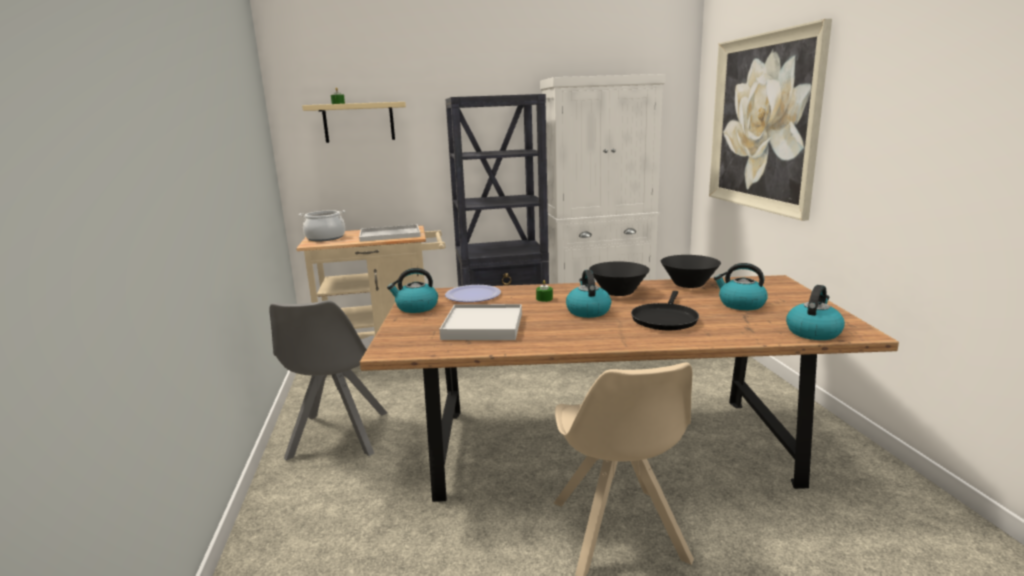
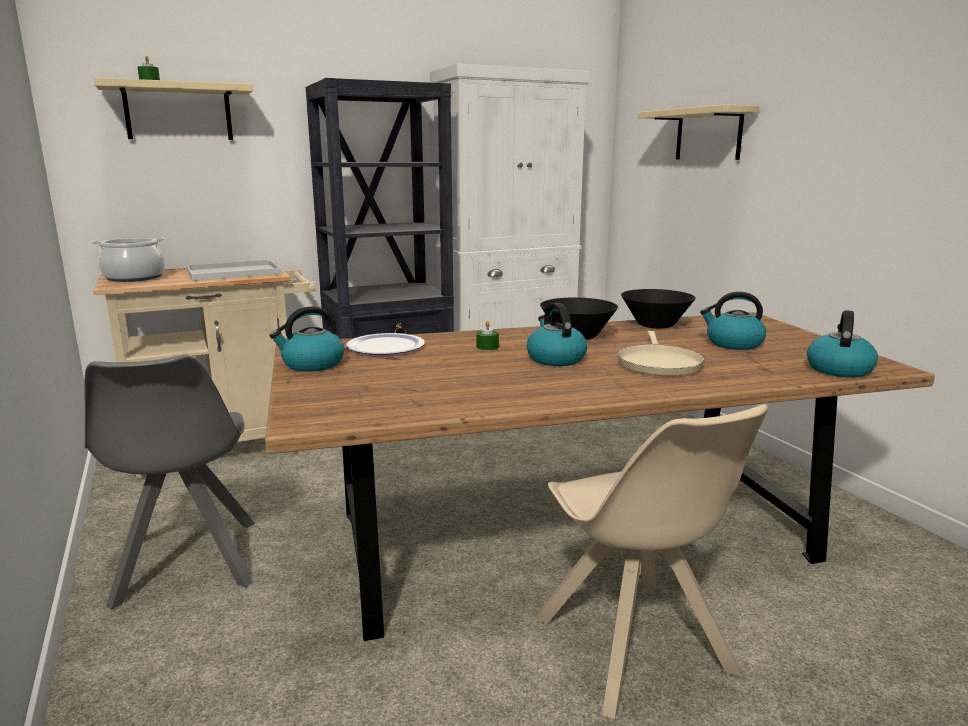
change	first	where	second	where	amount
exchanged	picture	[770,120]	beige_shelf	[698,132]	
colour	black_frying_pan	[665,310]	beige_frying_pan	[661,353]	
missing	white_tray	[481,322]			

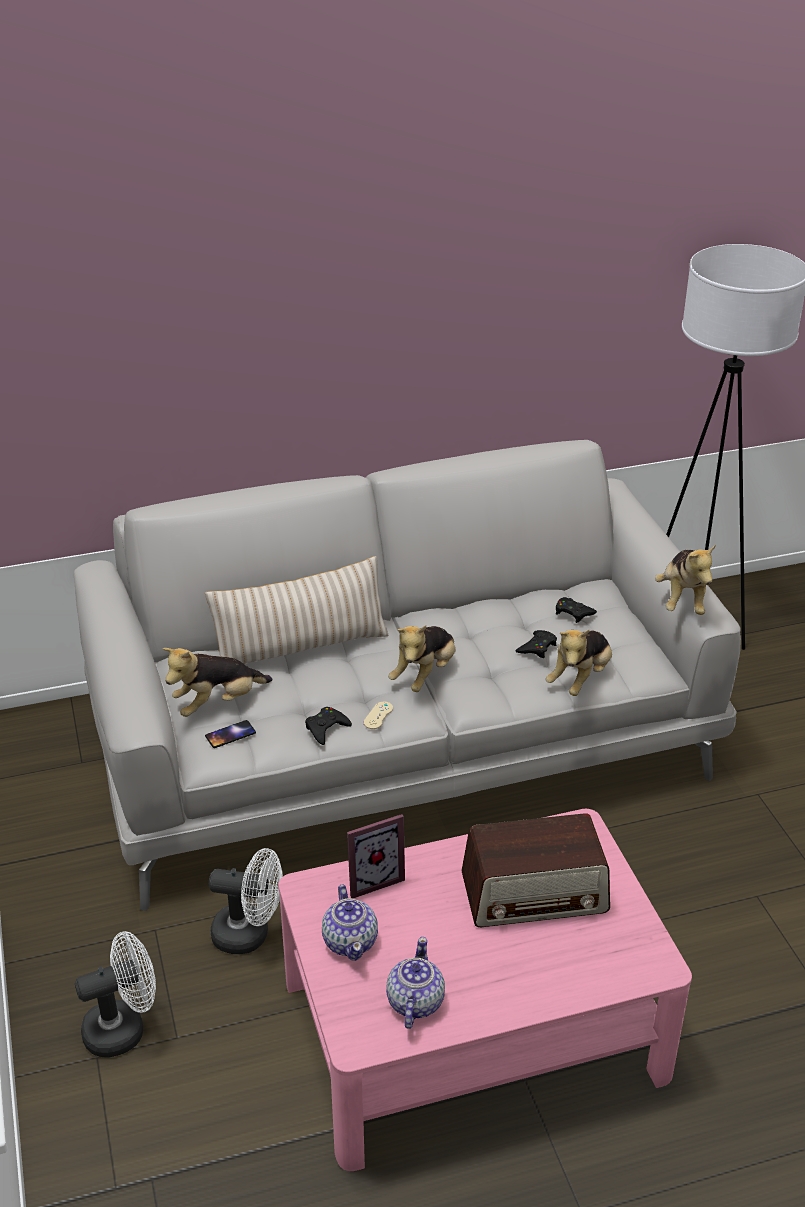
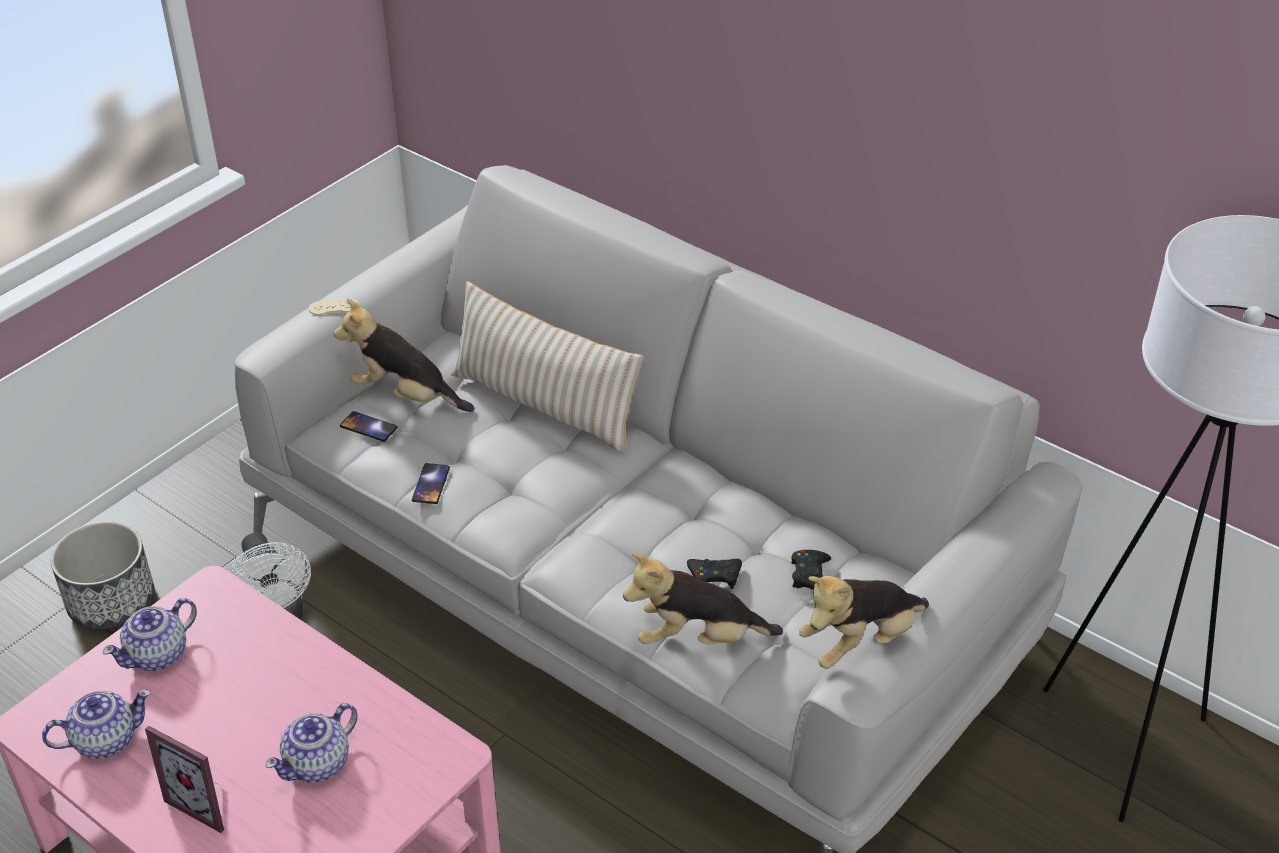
change	first	where	second	where	amount
missing	plush_toy	[422,658]			
relocated	beige_game_controller	[378,715]		[333,306]	
exchanged	black_game_controller	[328,726]	phone	[431,483]	
exchanged	radio	[535,870]	teapot	[311,742]	
relocated	picture_frame	[376,856]		[184,779]	
exchanged	white_fan	[115,994]	planter	[103,575]	

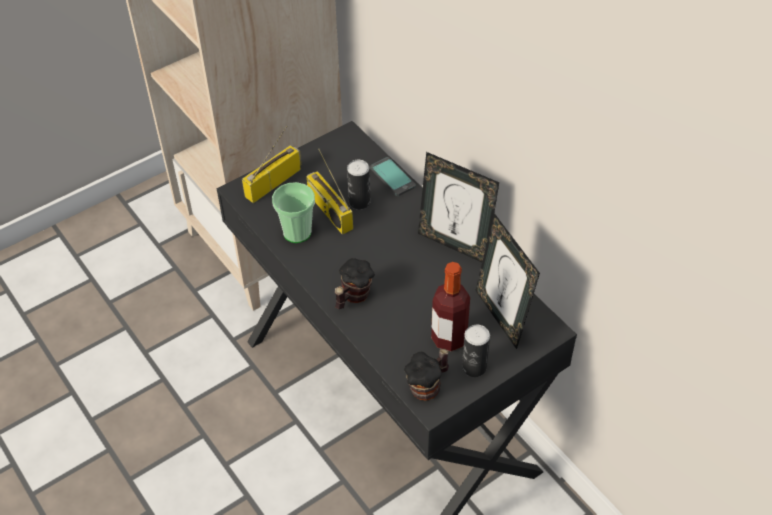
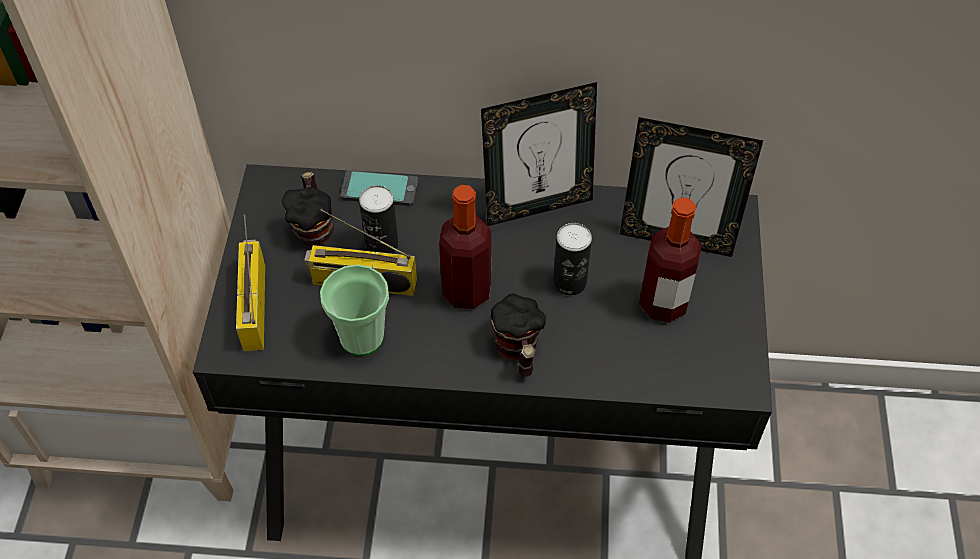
change	first	where	second	where	amount
relocated	can	[476,350]		[572,259]	
relocated	mug	[426,375]		[308,209]	
appeared			bottle	[465,247]	

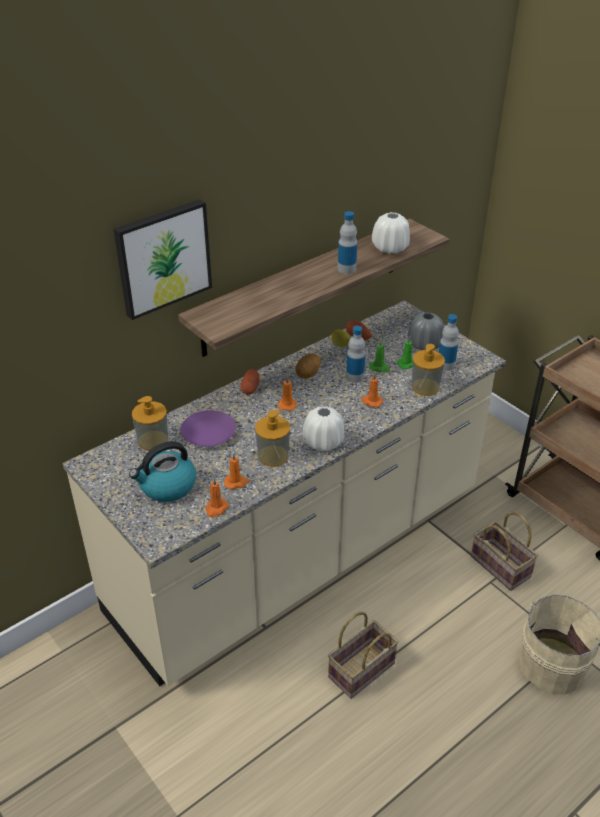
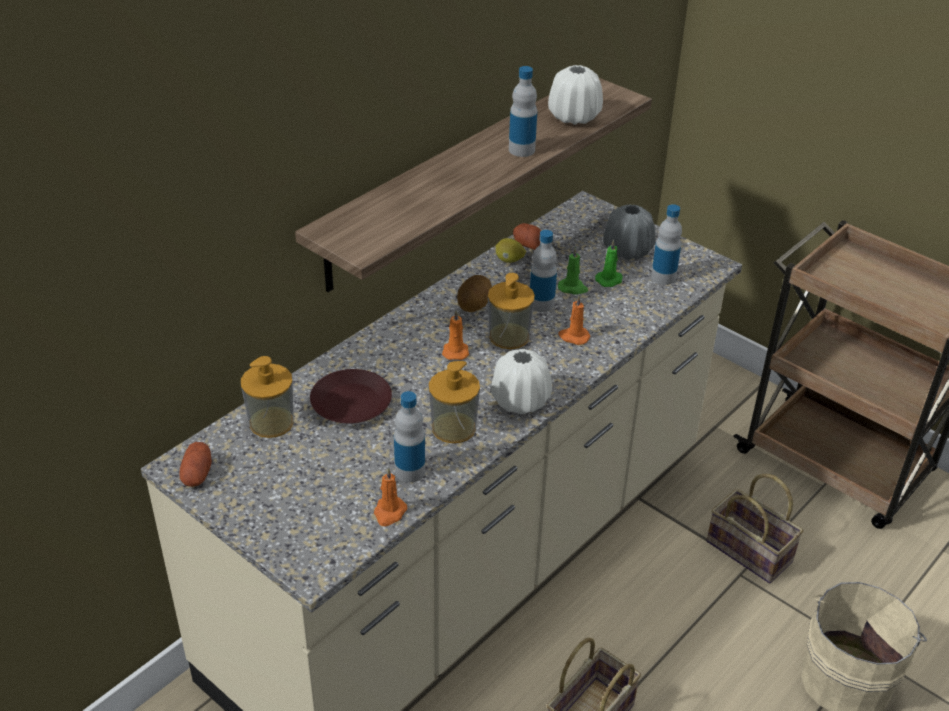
change	first	where	second	where	amount
missing	picture	[163,259]			
relocated	soap_dispenser	[428,370]		[511,311]	
relocated	potato	[250,381]		[195,464]	
colour	purple_plate	[208,428]	brown_plate	[351,396]	
missing	kettle	[162,471]			
exchanged	orange_candle	[236,471]	bottle	[409,436]	

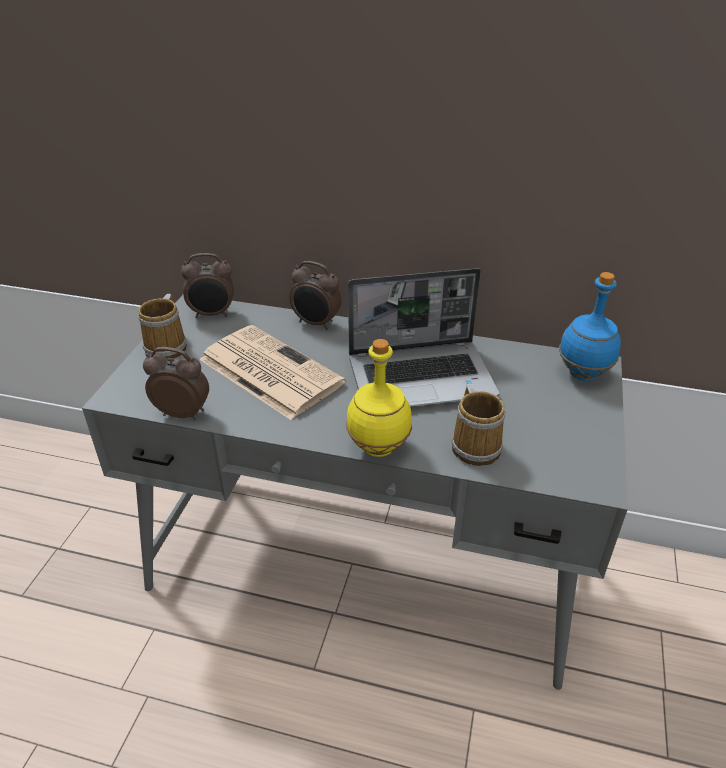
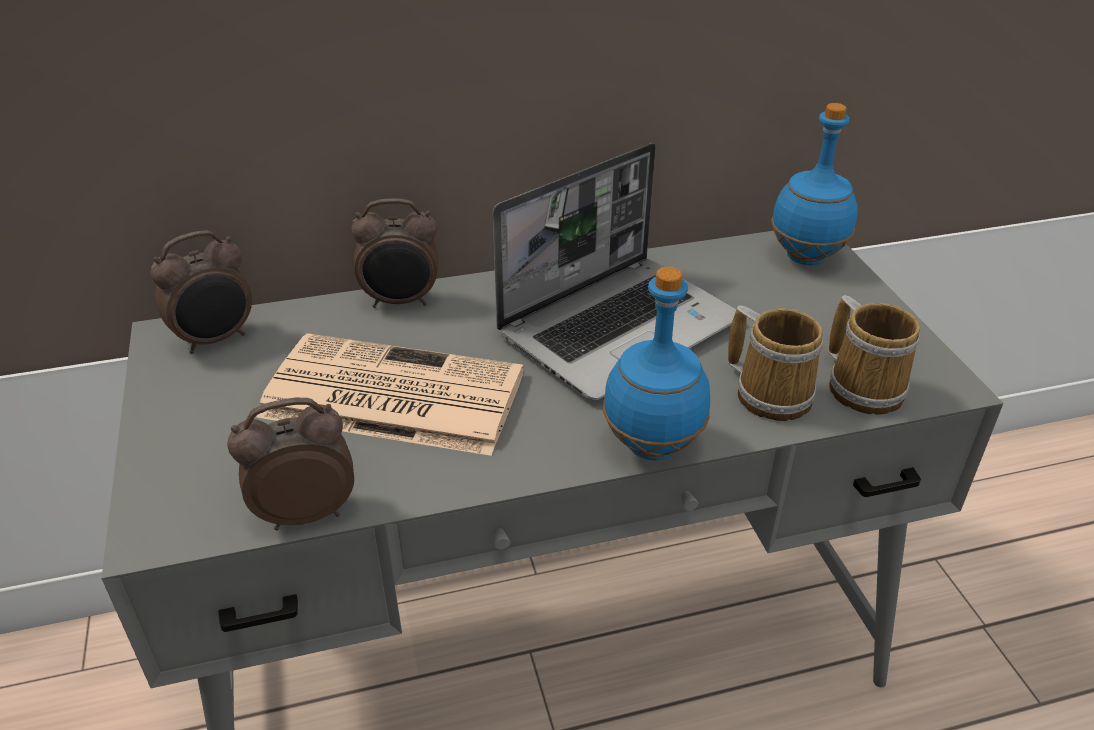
change	first	where	second	where	amount
relocated	mug	[162,326]		[874,355]	
colour	yellow_bottle	[379,398]	blue_bottle	[656,363]	

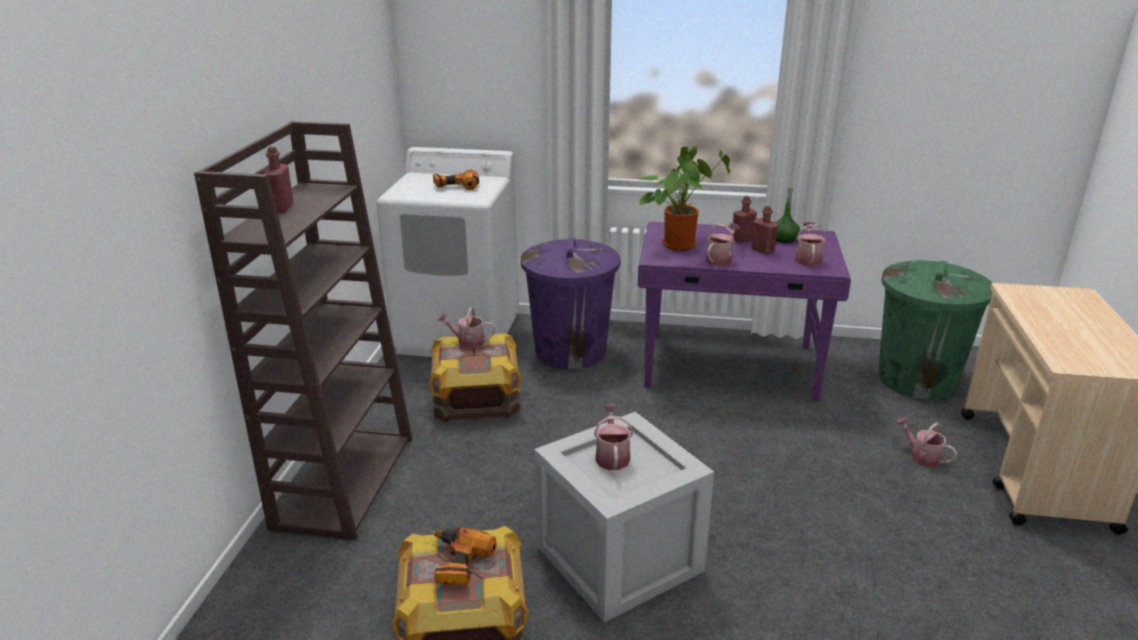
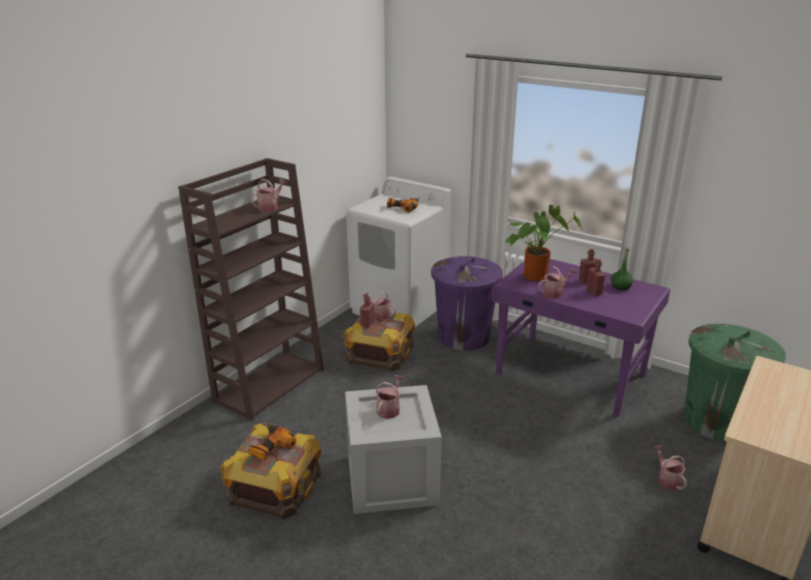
change	first	where	second	where	amount
relocated	red_bottle	[278,179]		[367,311]	
relocated	watering_can	[811,244]		[269,195]	

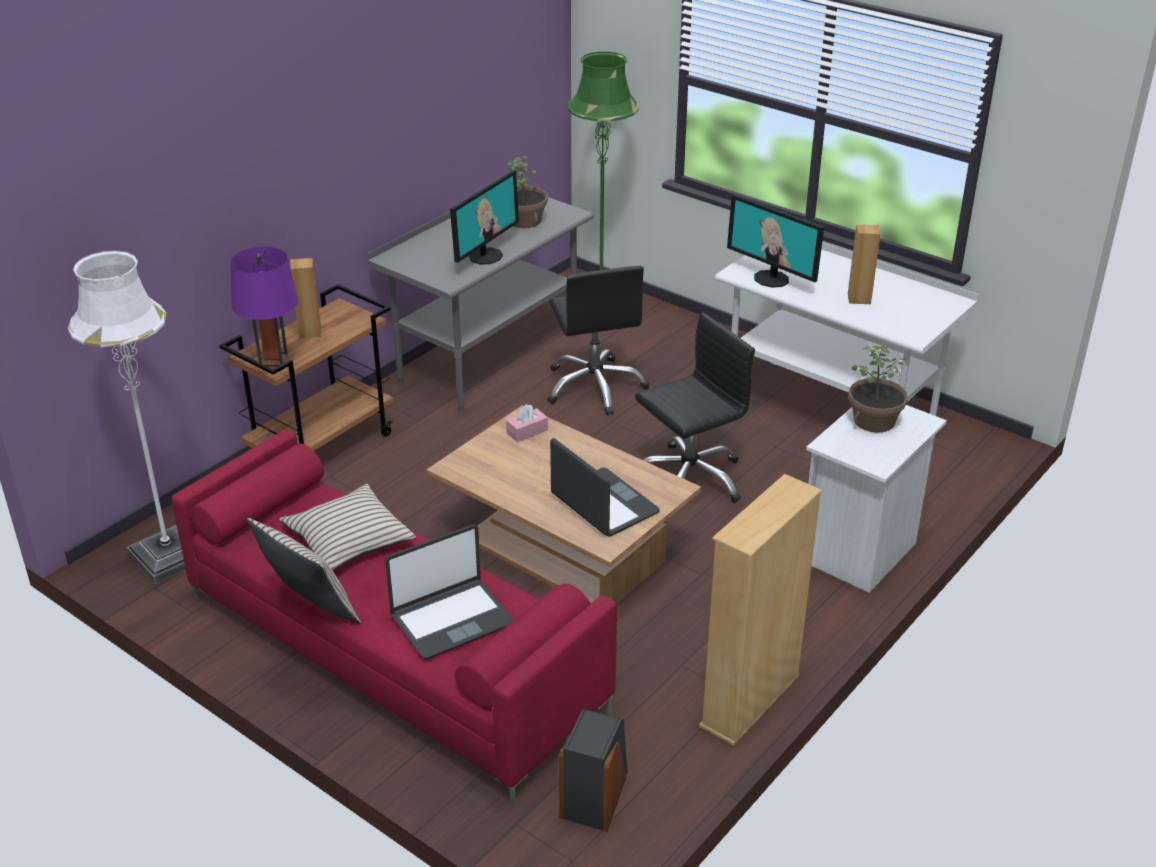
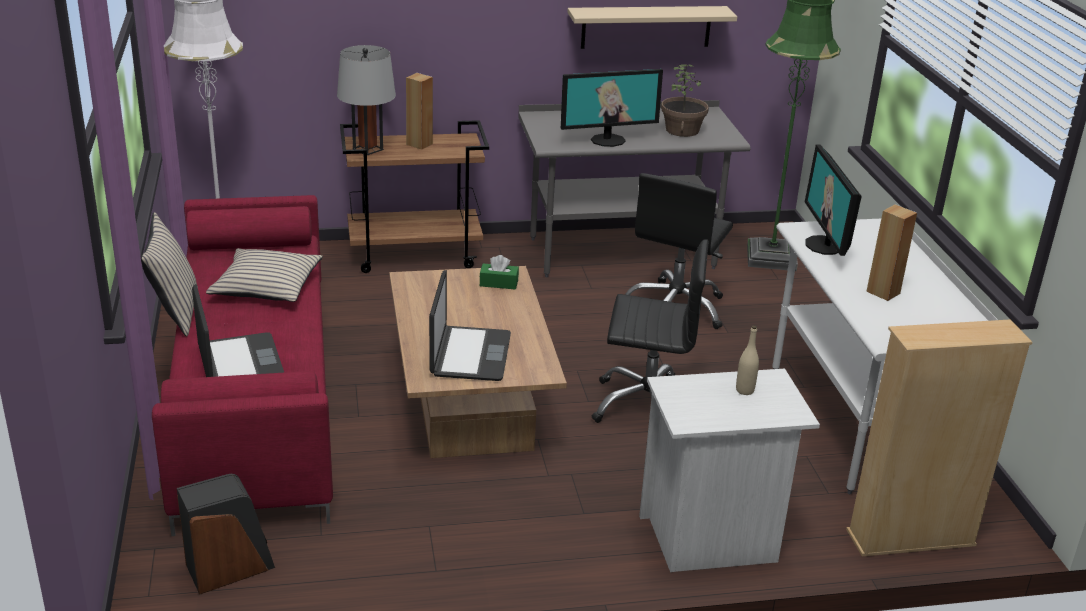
change	first	where	second	where	amount
colour	purple_table_lamp	[264,306]	grey_table_lamp	[366,100]	
exchanged	potted_plant	[878,389]	beige_bottle	[747,360]	
colour	pink_tissue_box	[527,423]	green_tissue_box	[499,272]	
relocated	beige_bookcase	[760,610]		[939,438]	
spun	laptop	[449,592]		[238,330]	120 degrees counterclockwise
appeared			beige_shelf	[652,27]	

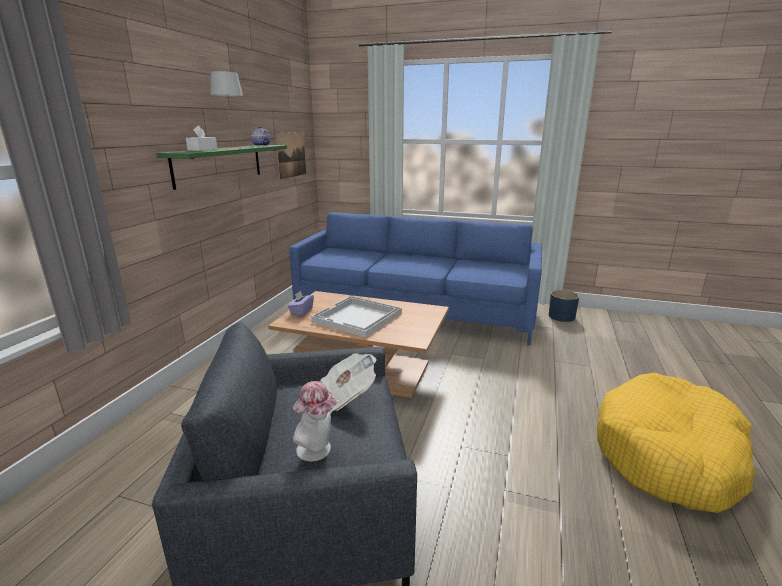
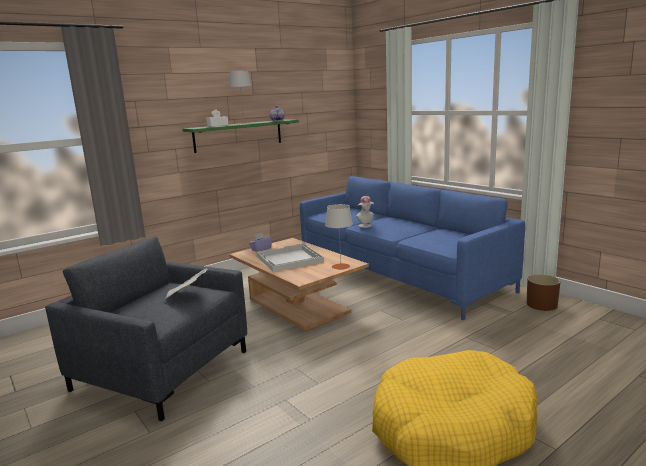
change	first	where	second	where	amount
missing	picture	[290,156]			
colour	blue_planter	[564,306]	brown_planter	[544,292]	
relocated	hat	[316,421]		[365,212]	
appeared			grey_table_lamp	[339,237]	

